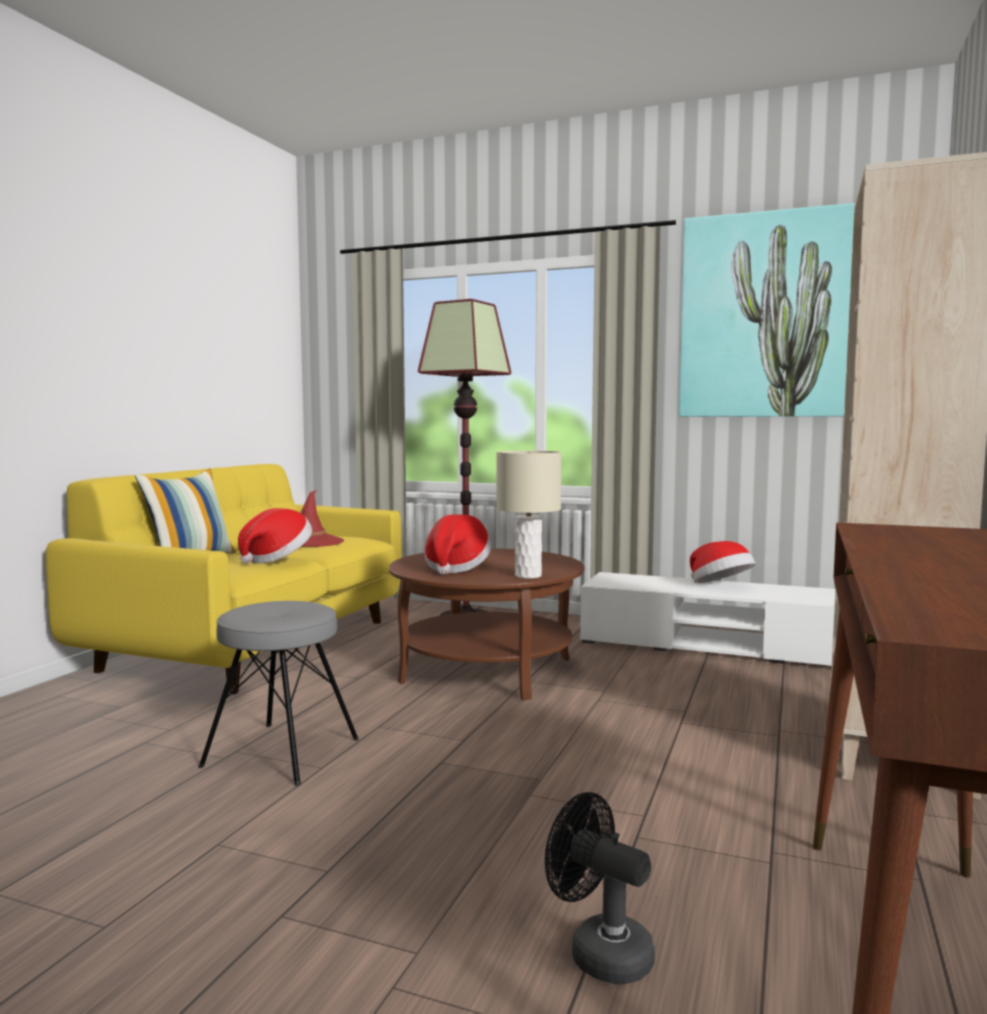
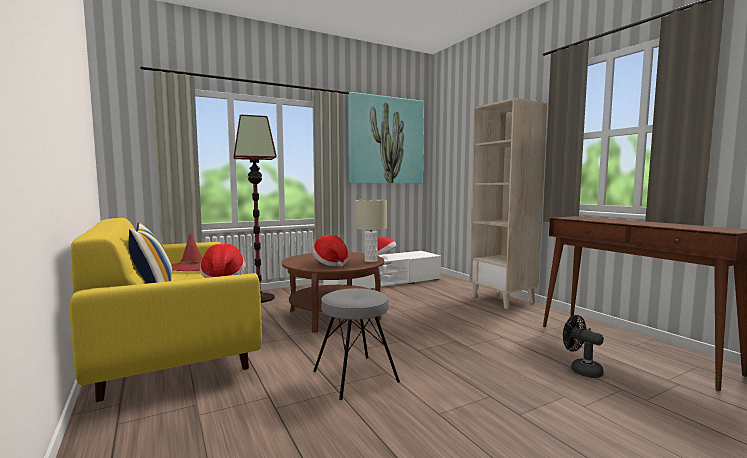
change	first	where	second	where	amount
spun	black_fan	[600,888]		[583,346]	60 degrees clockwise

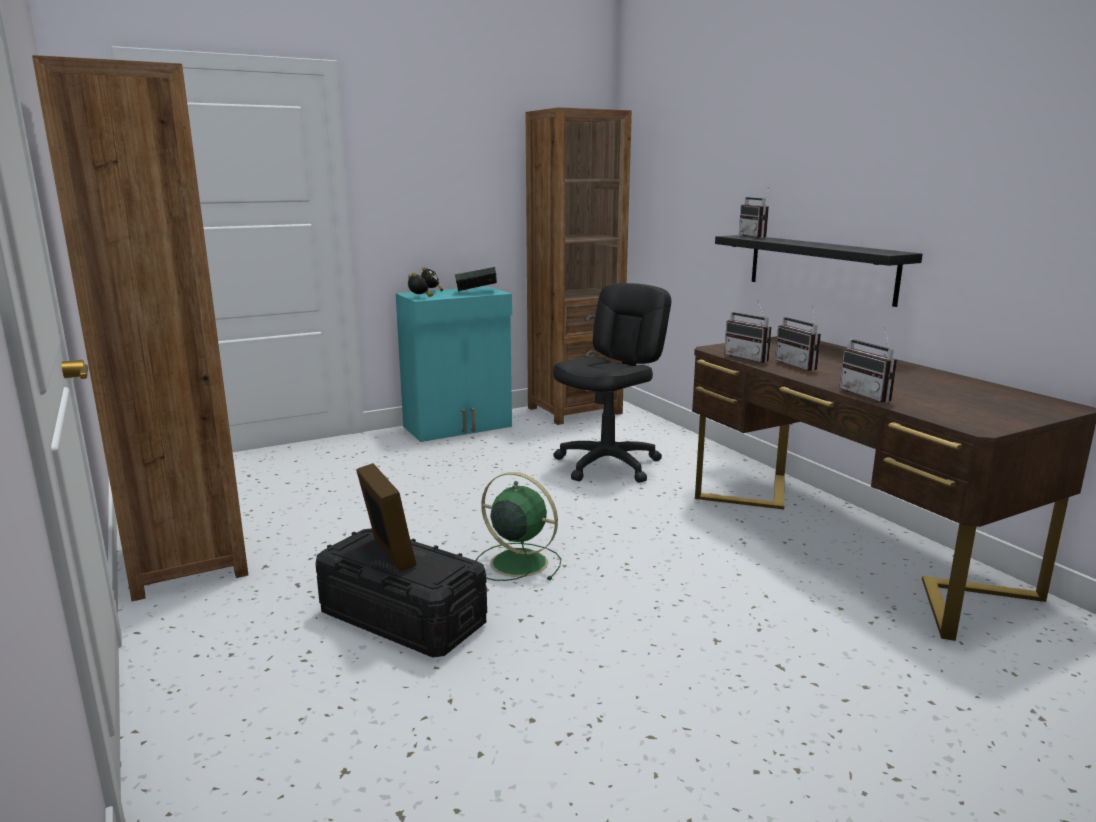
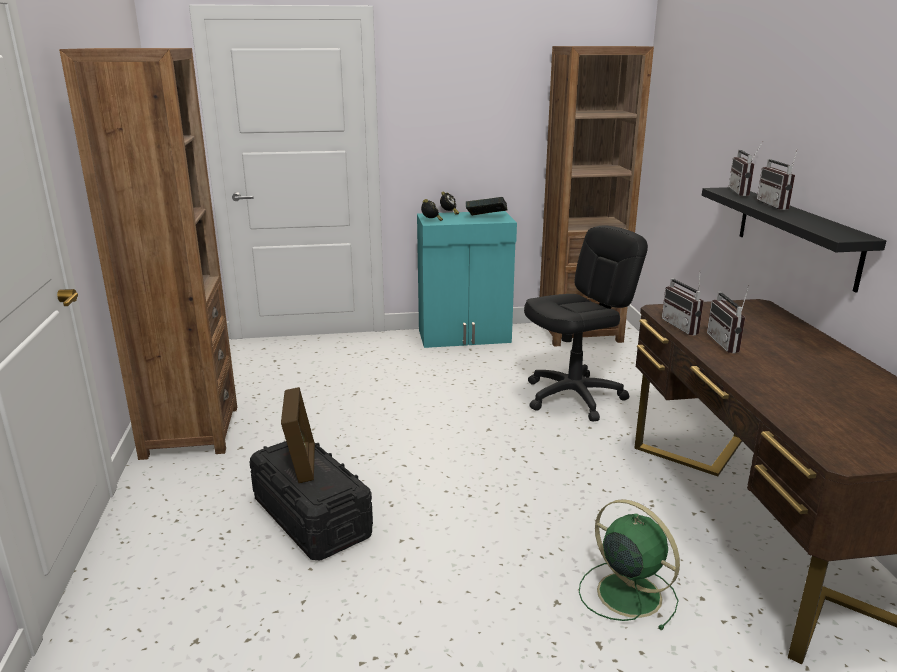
change	first	where	second	where	amount
relocated	radio	[868,365]		[777,180]	
relocated	green_fan	[518,526]		[629,564]	

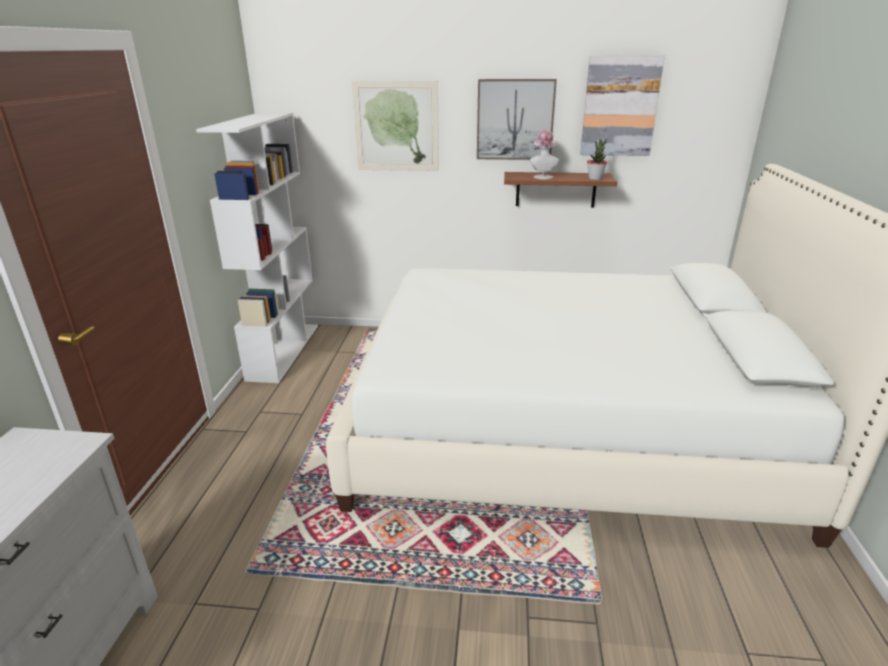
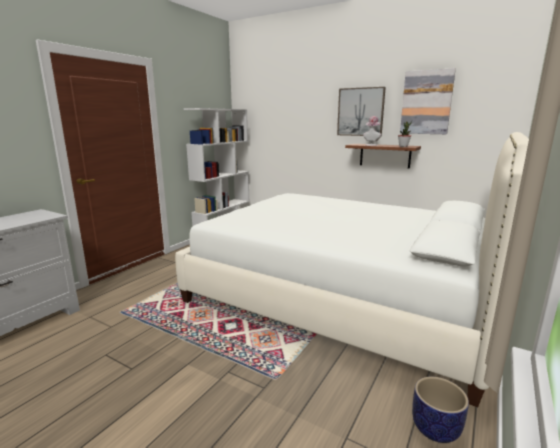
change	first	where	second	where	amount
missing	picture	[395,126]			
appeared			planter	[440,410]	

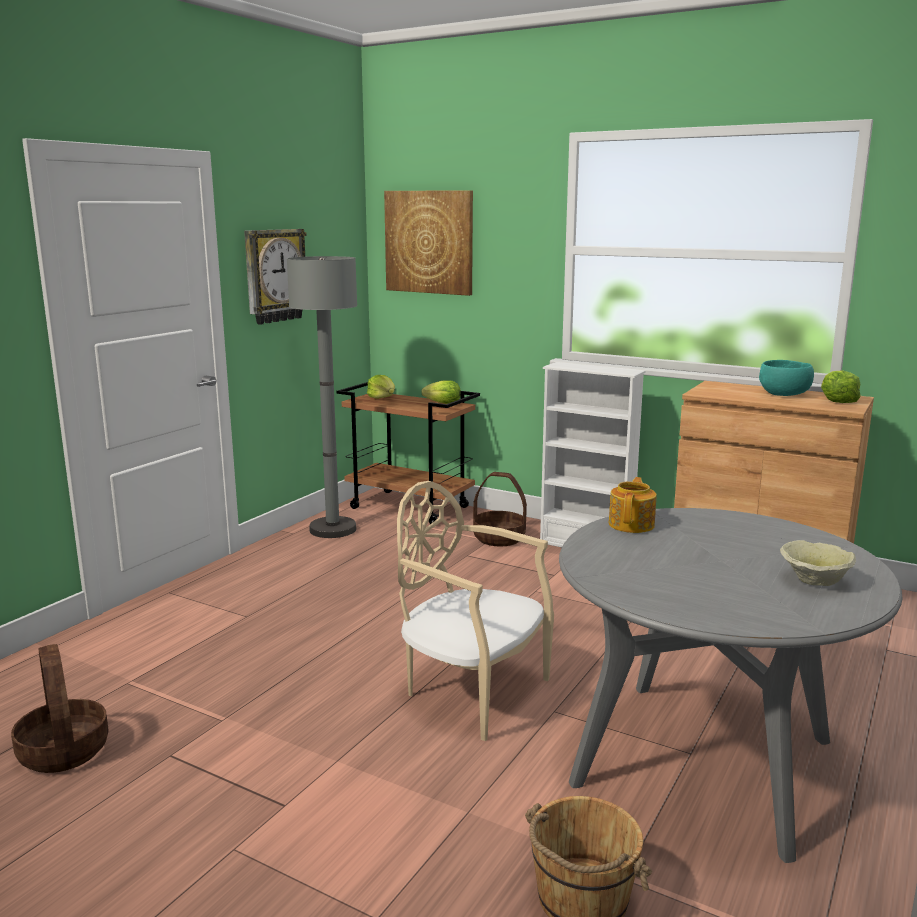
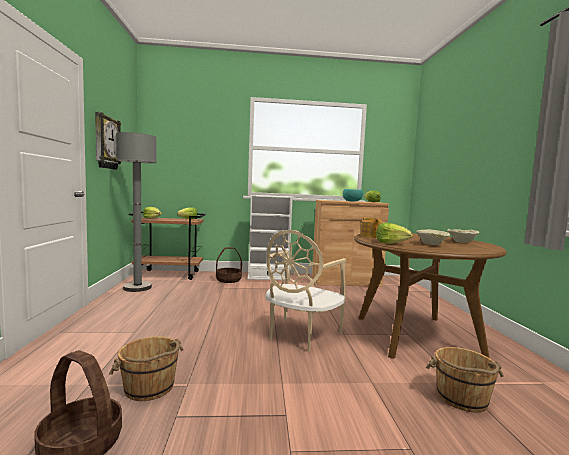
change	first	where	second	where	amount
missing	picture	[428,243]			
spun	beige_chair	[475,611]		[305,291]	60 degrees counterclockwise
colour	grey_dining_table	[730,685]	brown_dining_table	[430,296]	
appeared			lettuce	[394,233]	
appeared			beige_bowl	[433,237]	
appeared			brown_bucket	[146,368]	

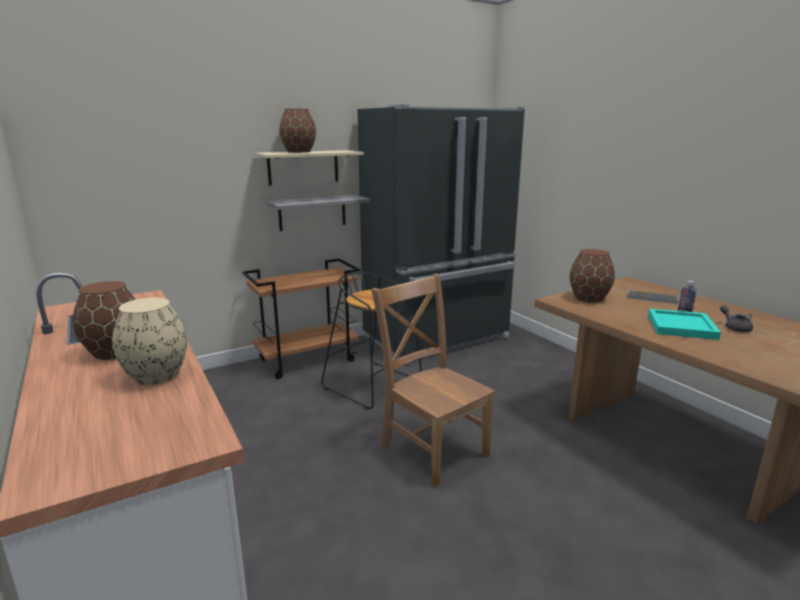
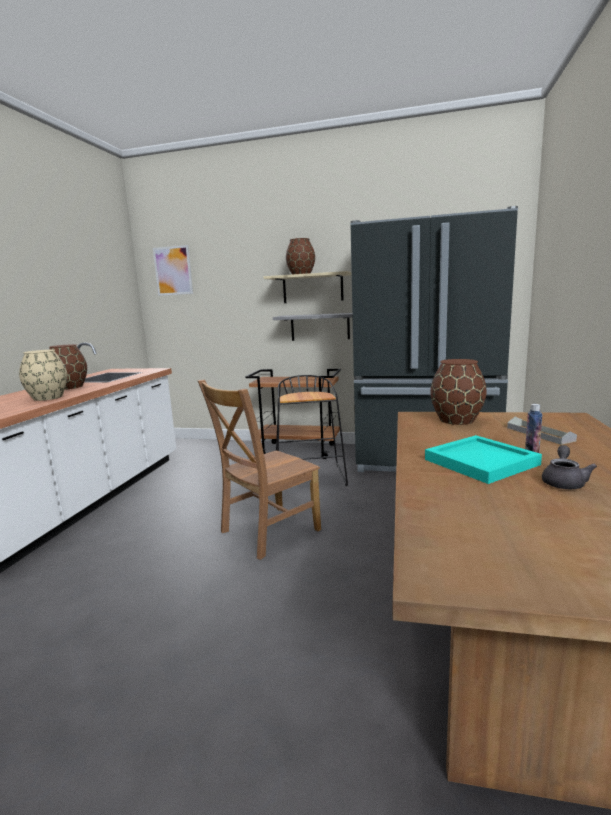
change	first	where	second	where	amount
spun	brown_chair	[433,380]		[259,470]	135 degrees counterclockwise
appeared			picture	[173,270]	

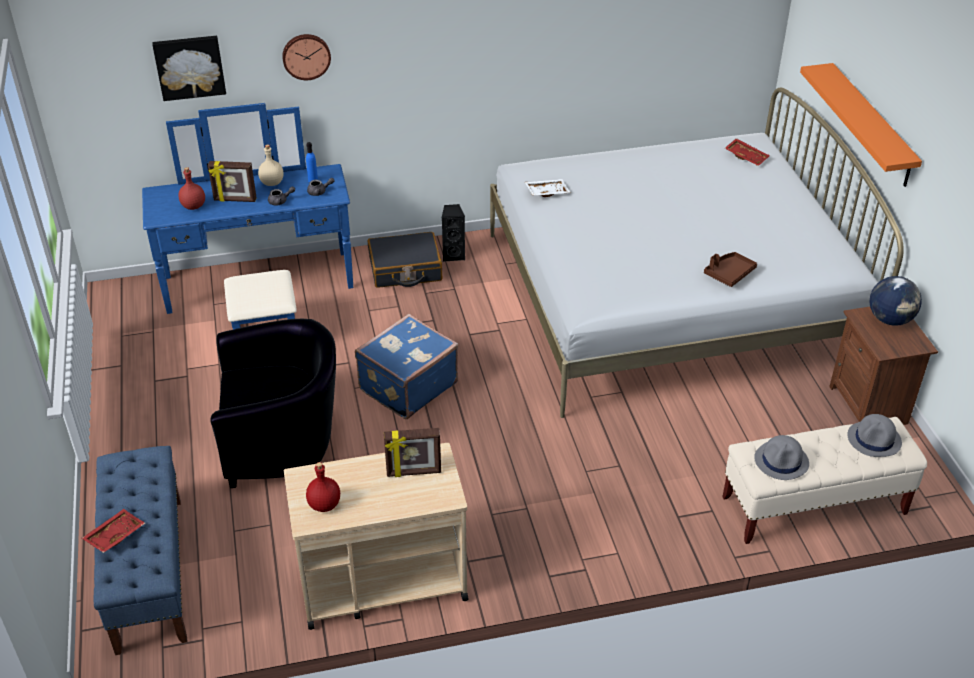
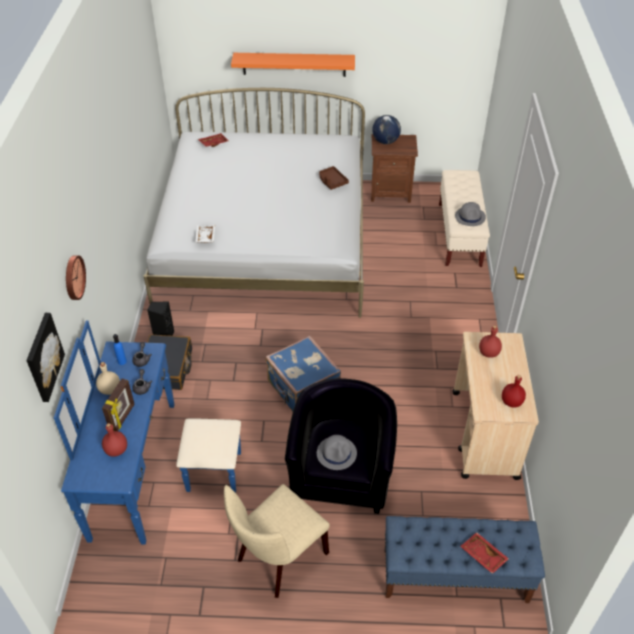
change	first	where	second	where	amount
relocated	grey_hat	[874,435]		[337,452]	
exchanged	picture_frame	[412,452]	red_bottle	[490,341]	
appeared			beige_chair	[277,541]	

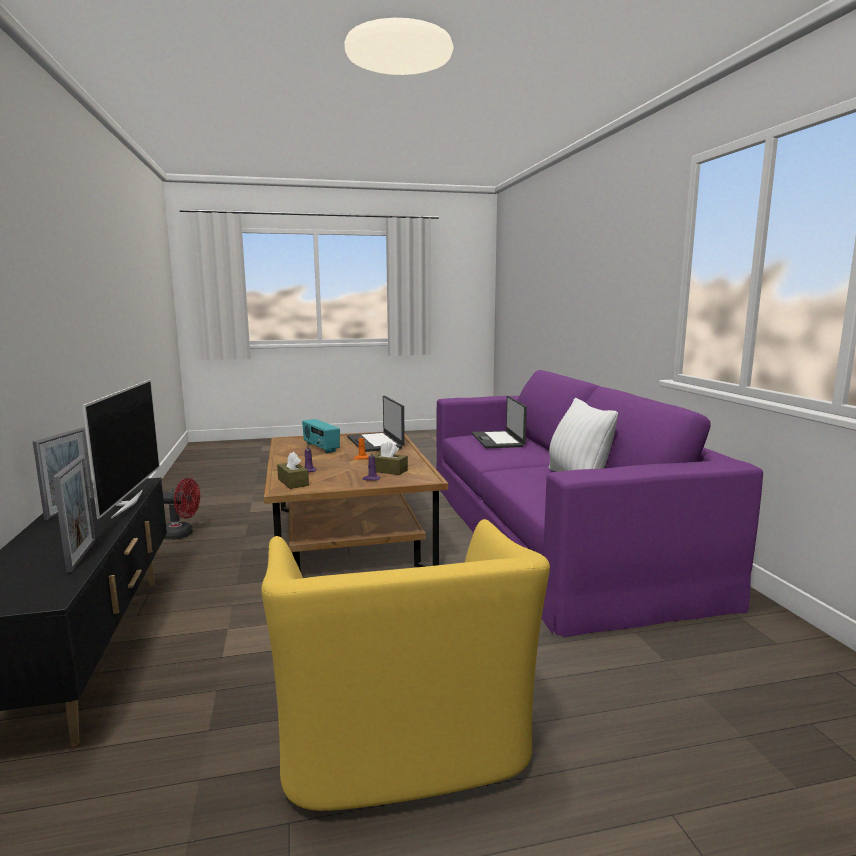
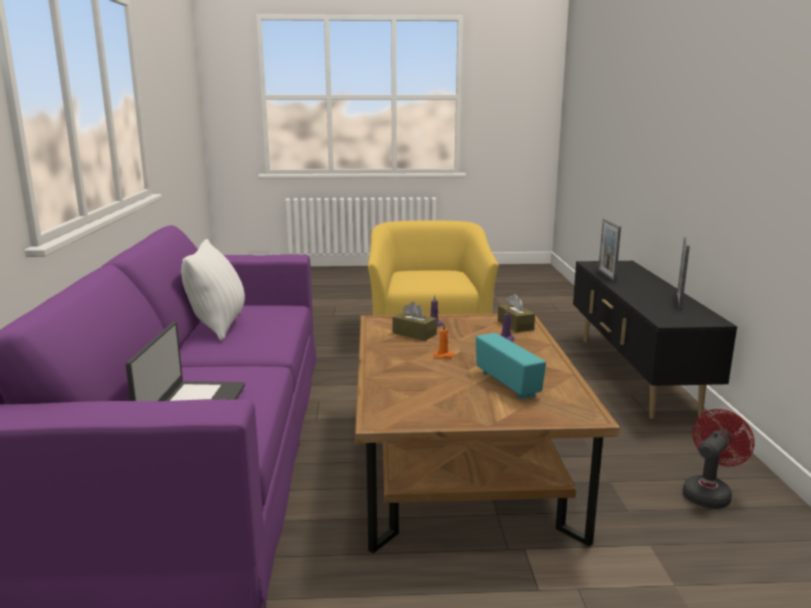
change	first	where	second	where	amount
missing	television	[121,449]			
missing	laptop	[376,423]			
spun	red_fan	[181,509]		[718,459]	120 degrees clockwise

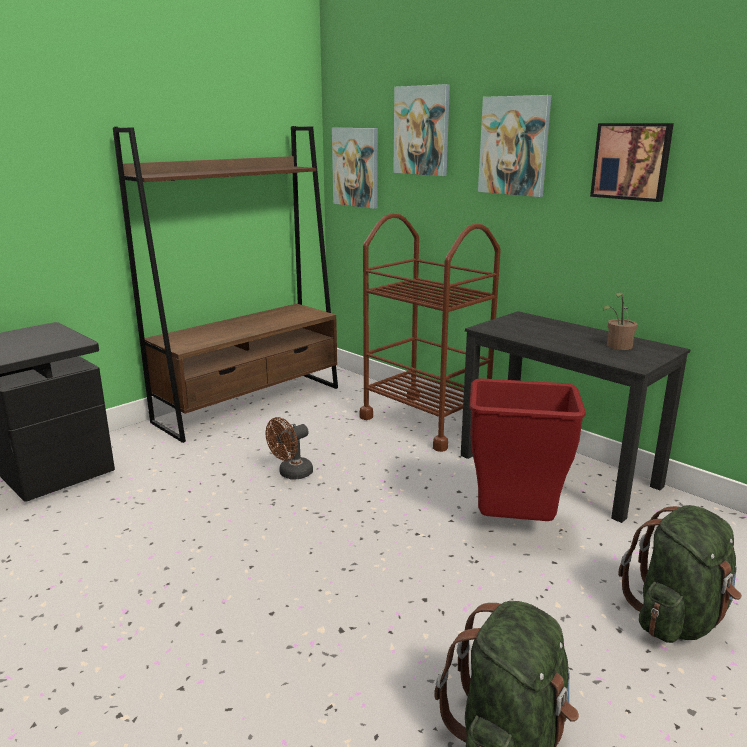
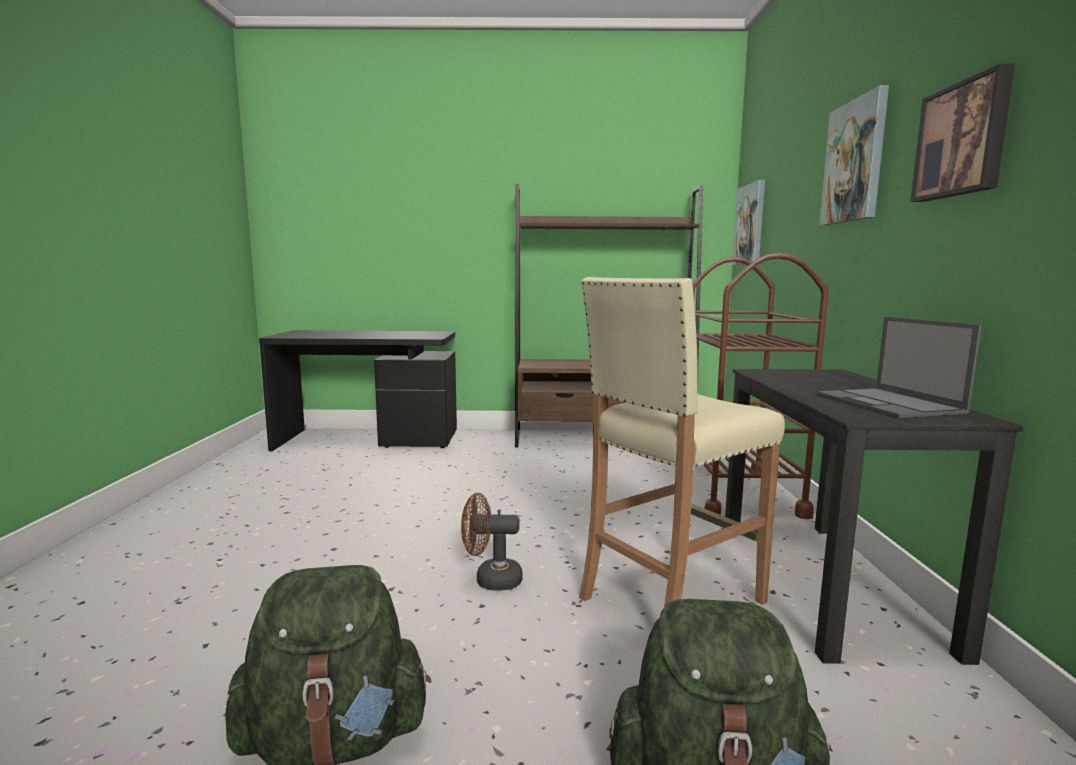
change	first	where	second	where	amount
missing	picture	[421,130]			
exchanged	potted_plant	[620,321]	laptop	[899,367]	
exchanged	red_trash_can	[527,449]	beige_stool	[682,442]	
relocated	brown_fan	[289,448]		[492,542]	

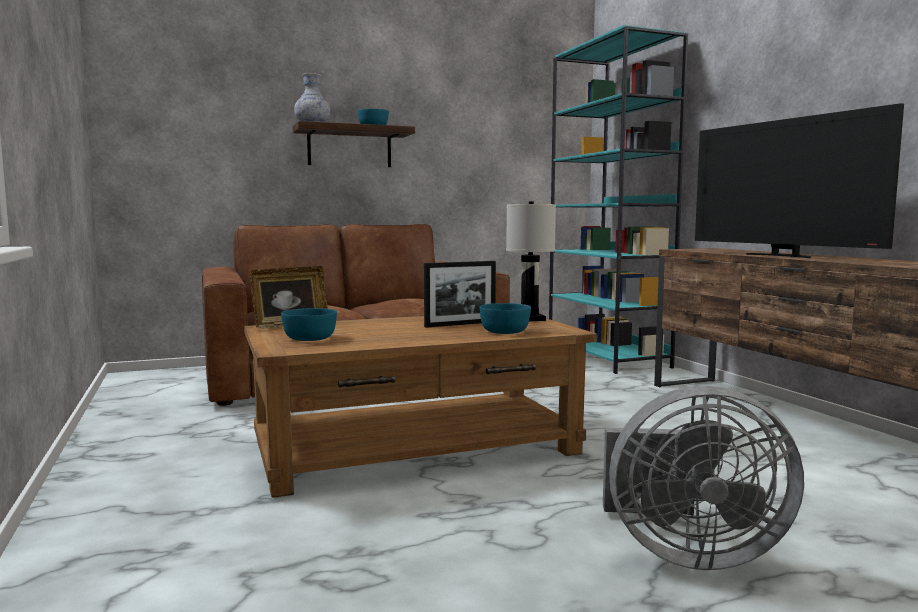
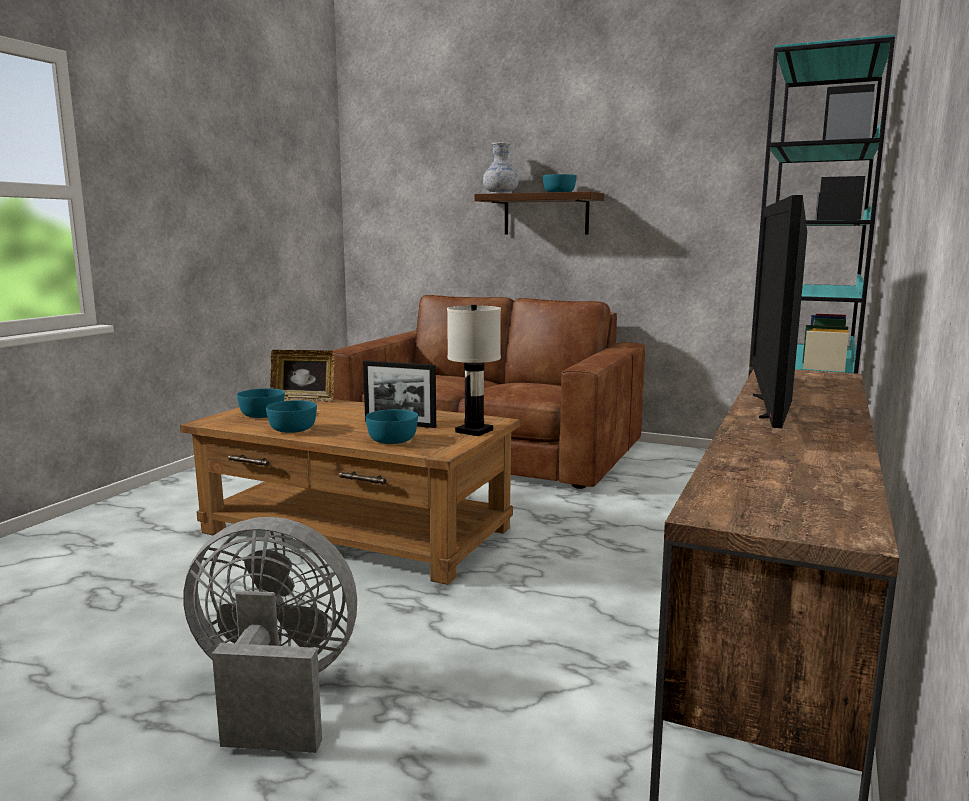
change	first	where	second	where	amount
spun	grey_fan	[703,478]		[270,635]	135 degrees clockwise
appeared			turquoise_bowl	[291,416]	

